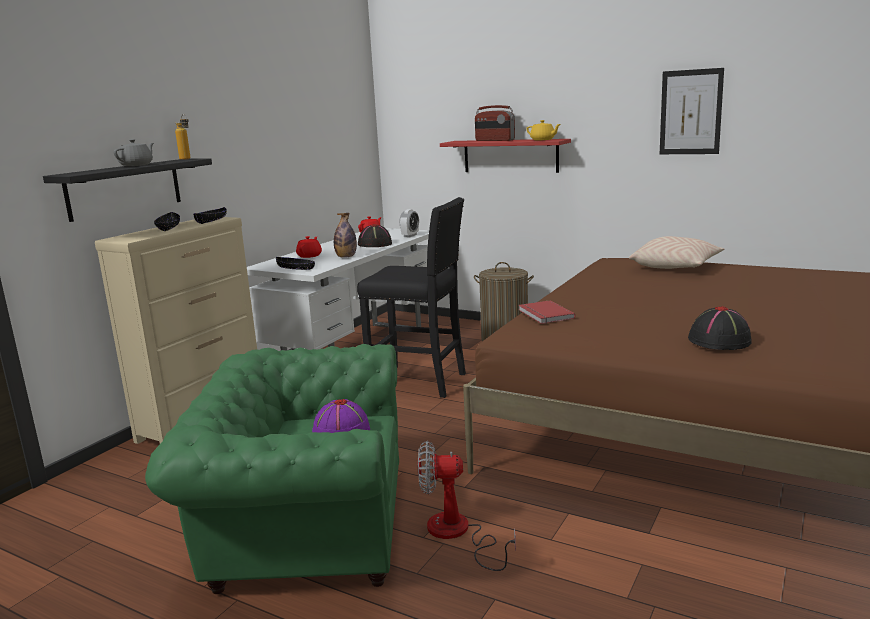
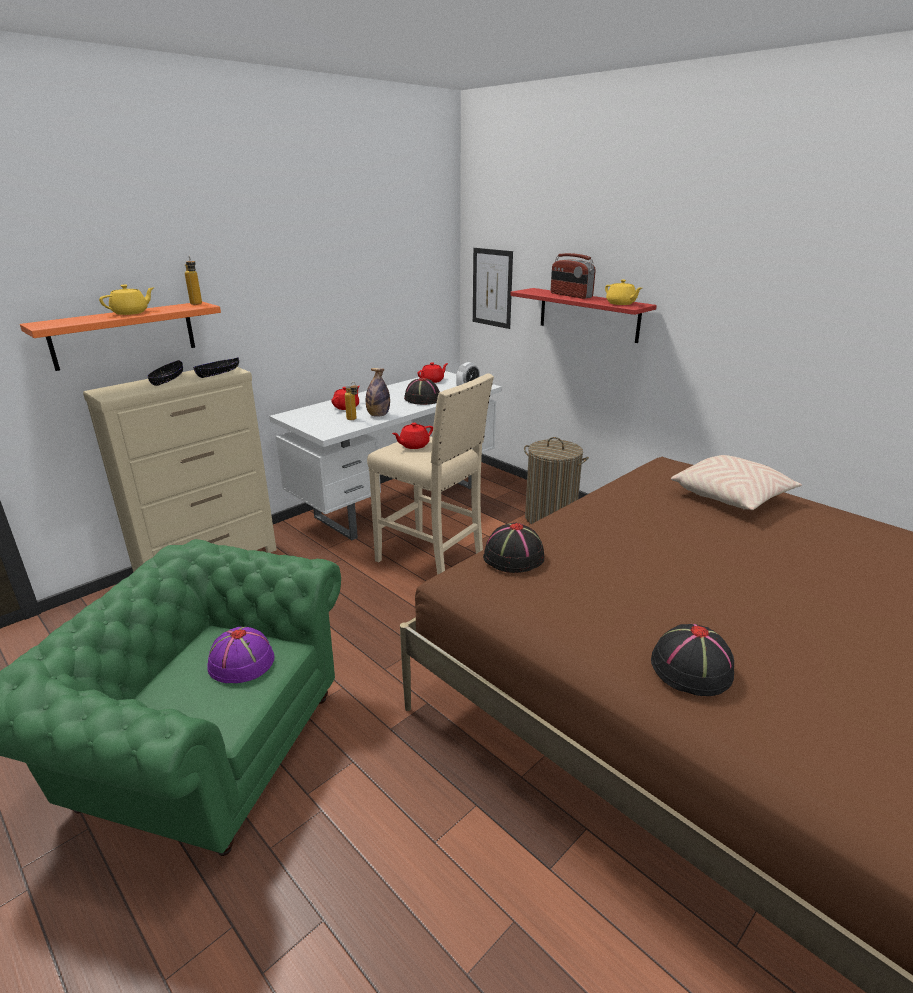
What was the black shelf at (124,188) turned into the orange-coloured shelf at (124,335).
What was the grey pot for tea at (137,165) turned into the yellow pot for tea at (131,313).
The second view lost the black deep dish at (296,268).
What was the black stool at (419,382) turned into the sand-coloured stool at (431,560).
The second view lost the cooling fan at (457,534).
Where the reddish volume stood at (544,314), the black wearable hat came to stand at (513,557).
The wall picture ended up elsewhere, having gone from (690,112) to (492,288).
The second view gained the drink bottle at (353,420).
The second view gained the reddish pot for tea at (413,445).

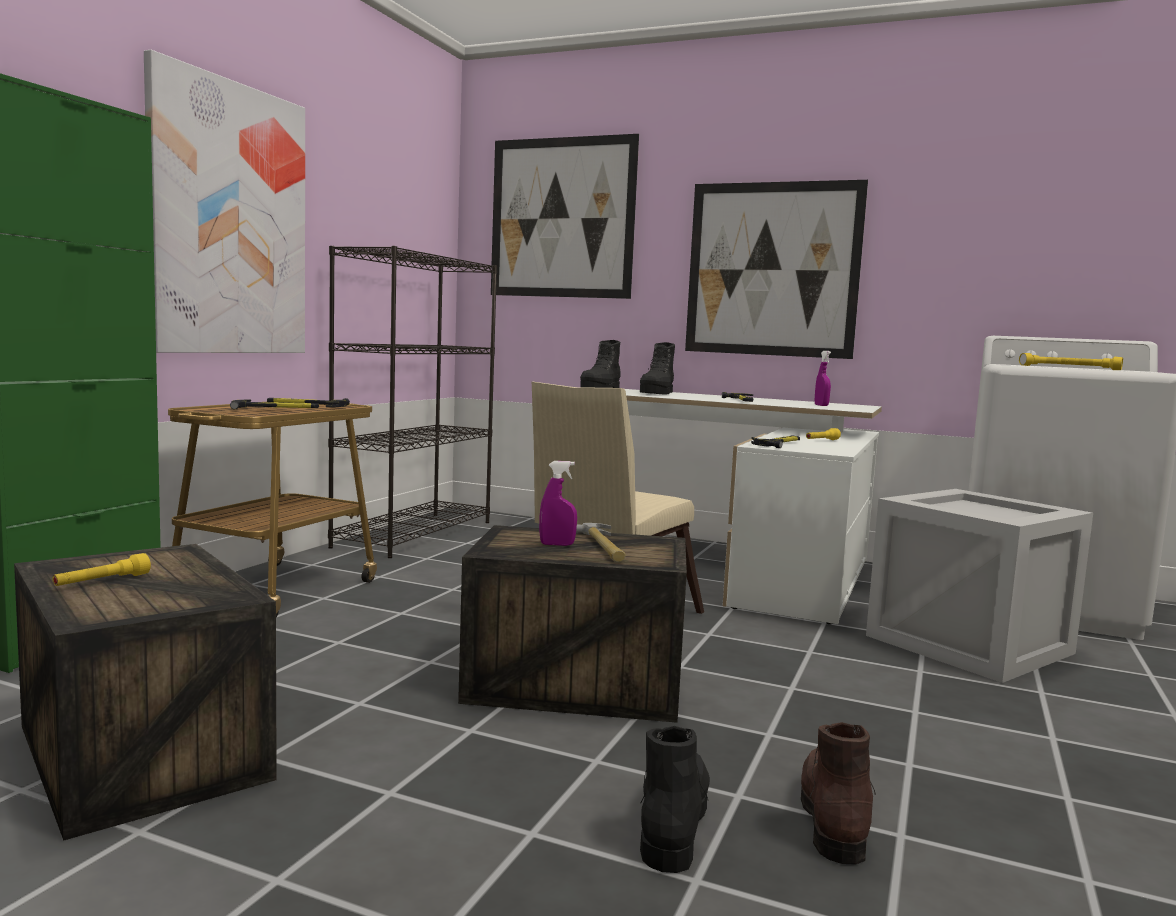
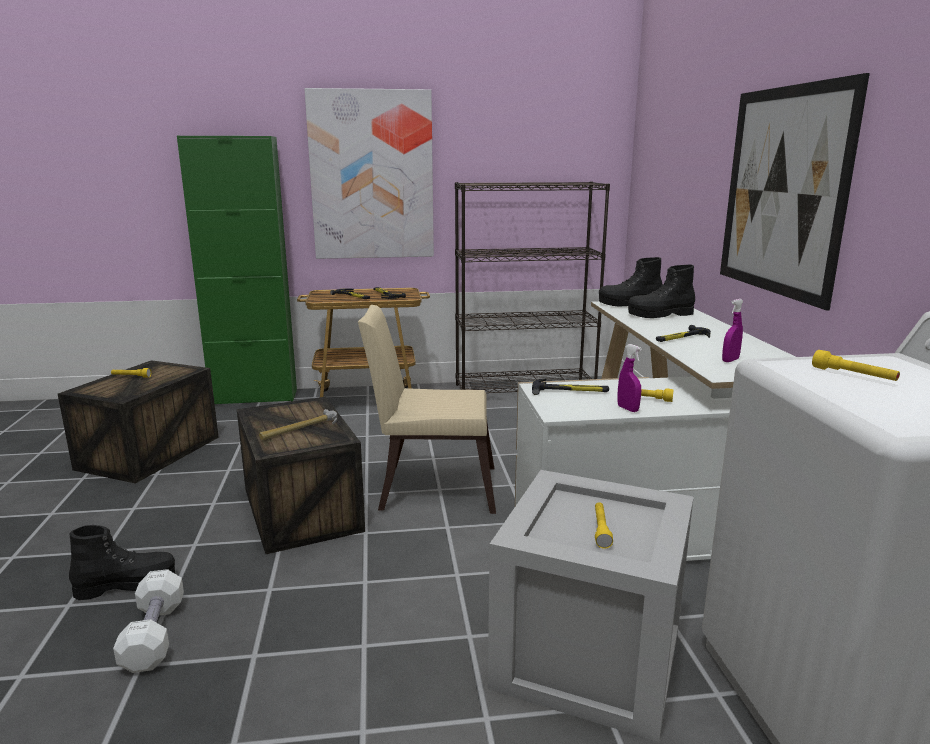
The second view lost the wall picture at (562,218).
The purple spray bottle ended up elsewhere, having gone from (557,544) to (627,409).
Where the brown tall boot stood at (833,817), the white-coloured free weight came to stand at (154,635).
The yellow torch ended up elsewhere, having gone from (1090,369) to (601,530).

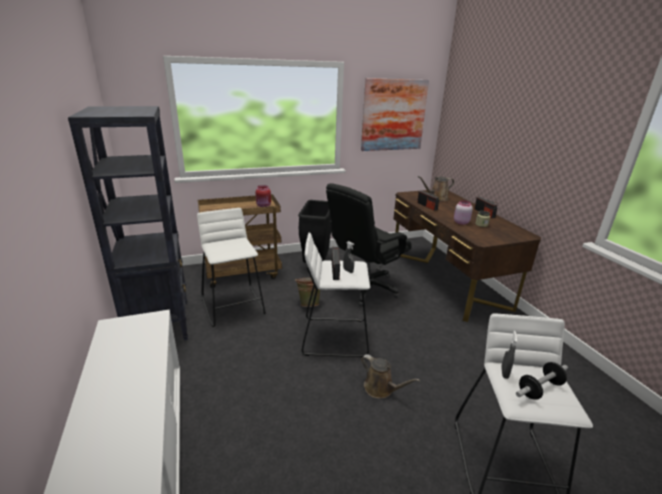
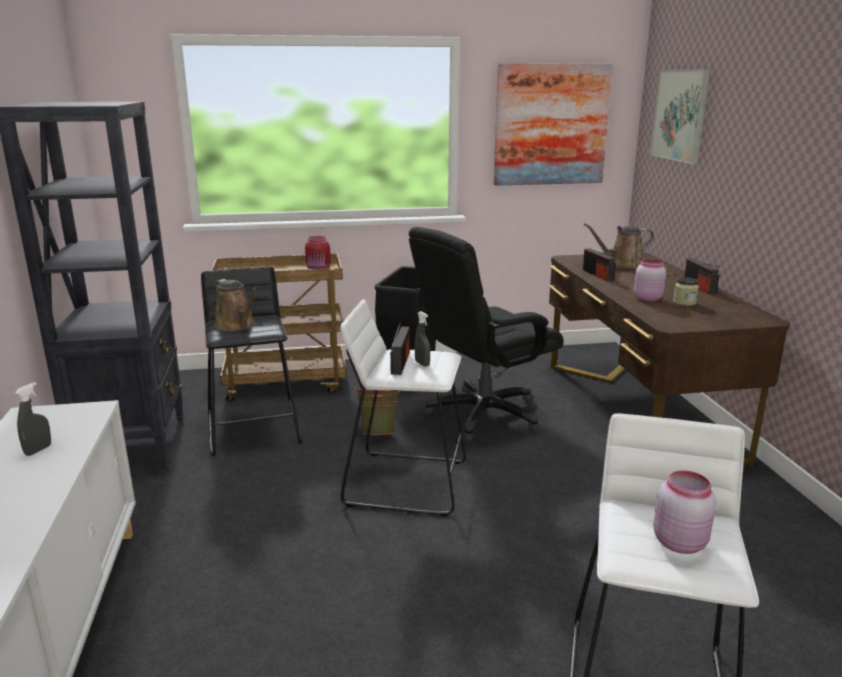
What was the white-coloured stool at (234,306) turned into the black stool at (255,429).
The brown watering can ended up elsewhere, having gone from (381,389) to (237,325).
The grey spray bottle ended up elsewhere, having gone from (504,373) to (38,450).
Where the free weight stood at (539,389), the pink storage jar came to stand at (679,541).
The second view gained the wall picture at (680,115).

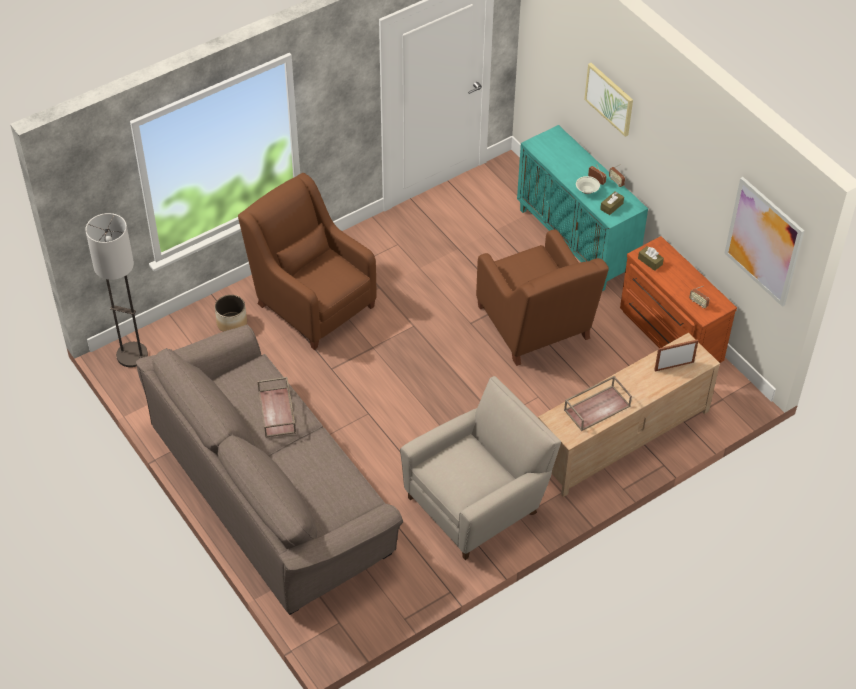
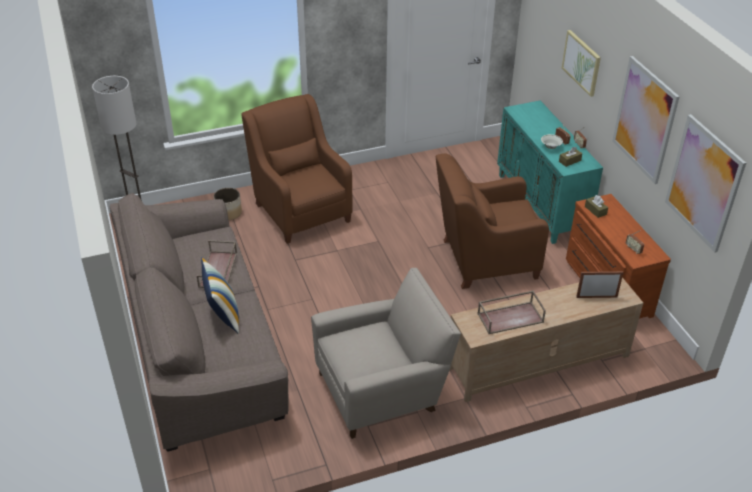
The brown lounge chair at (535,326) ended up facing another way, 90 degrees clockwise from before.
The second view gained the cushion at (223,315).
The second view gained the wall picture at (645,120).

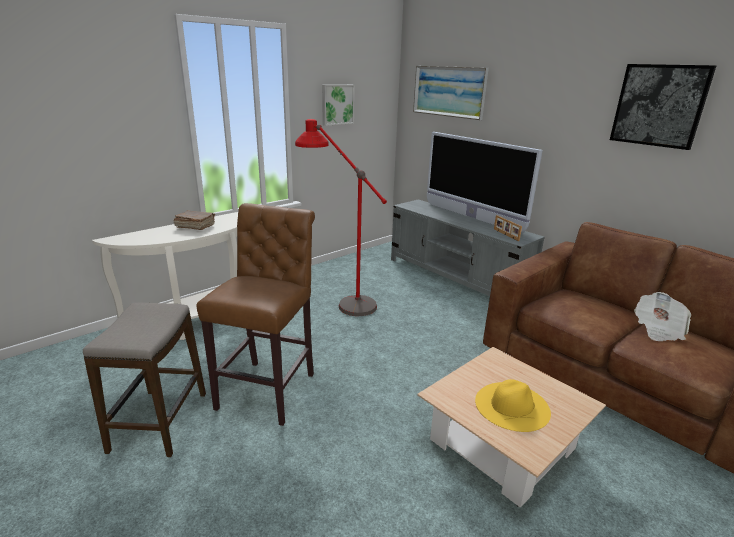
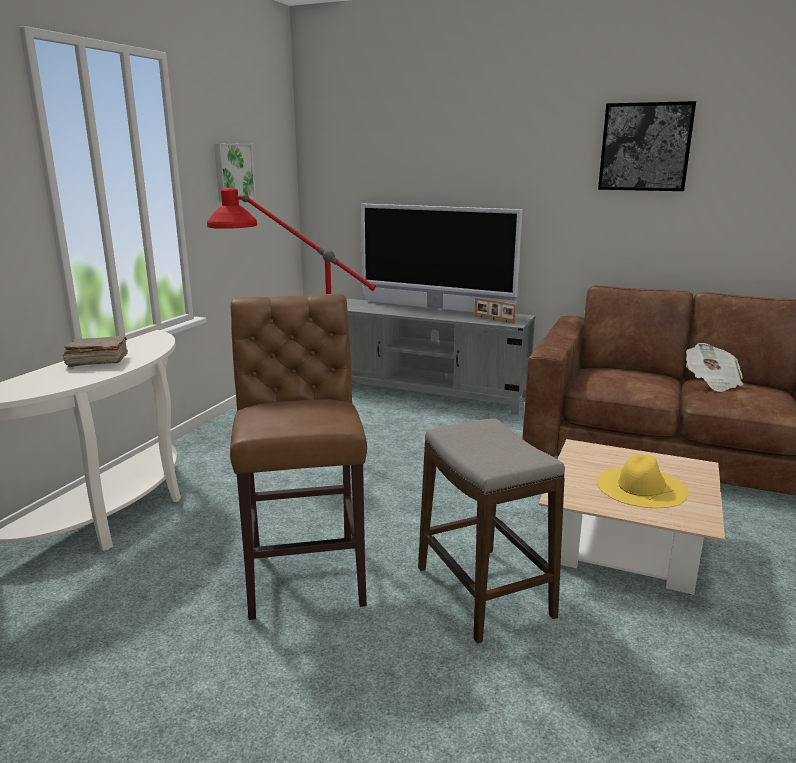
The stool ended up elsewhere, having gone from (160,421) to (484,592).
The second view lost the wall picture at (449,91).

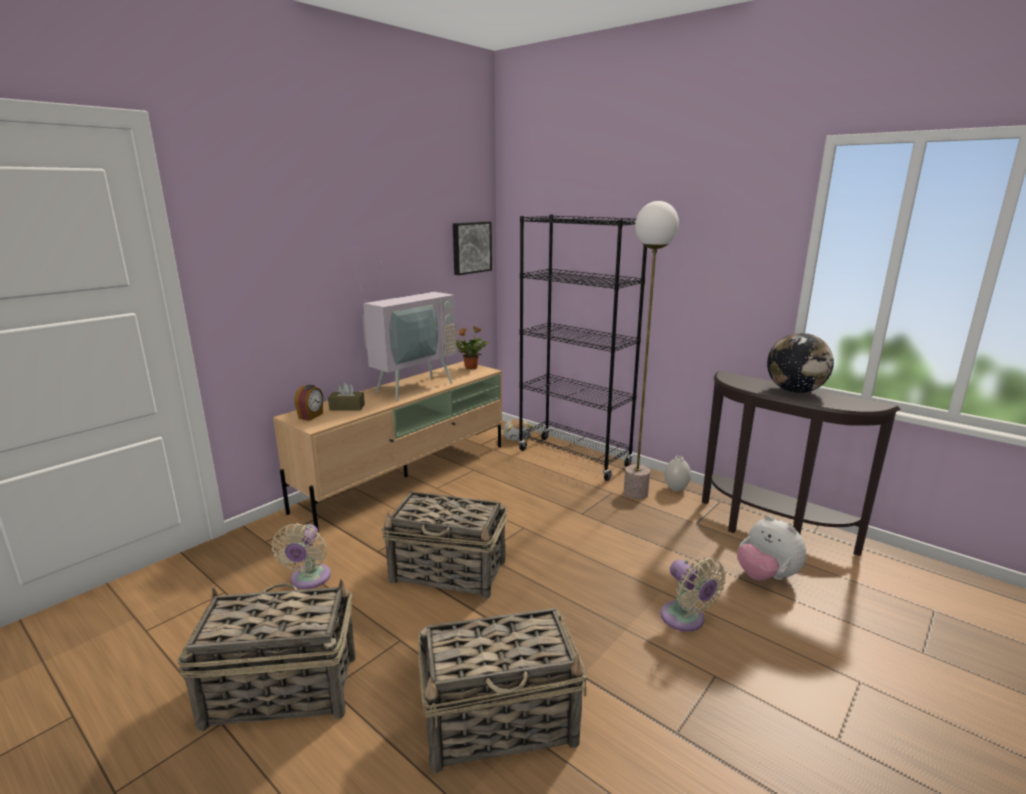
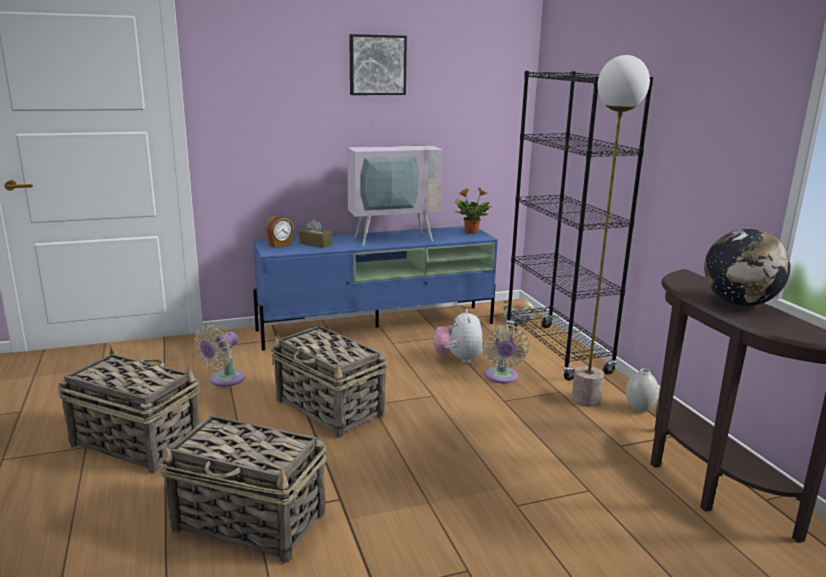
What was the sand-coloured media console at (407,476) turned into the bluish media console at (378,327).
The wall picture ended up elsewhere, having gone from (470,247) to (377,65).
The sand-coloured cooling fan ended up elsewhere, having gone from (685,620) to (501,377).
The cuddly toy ended up elsewhere, having gone from (766,576) to (458,359).

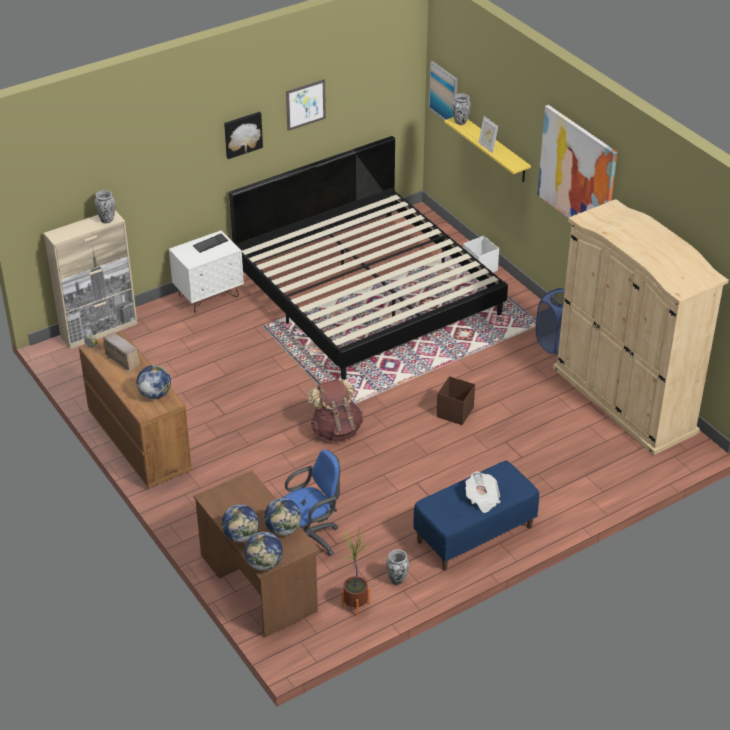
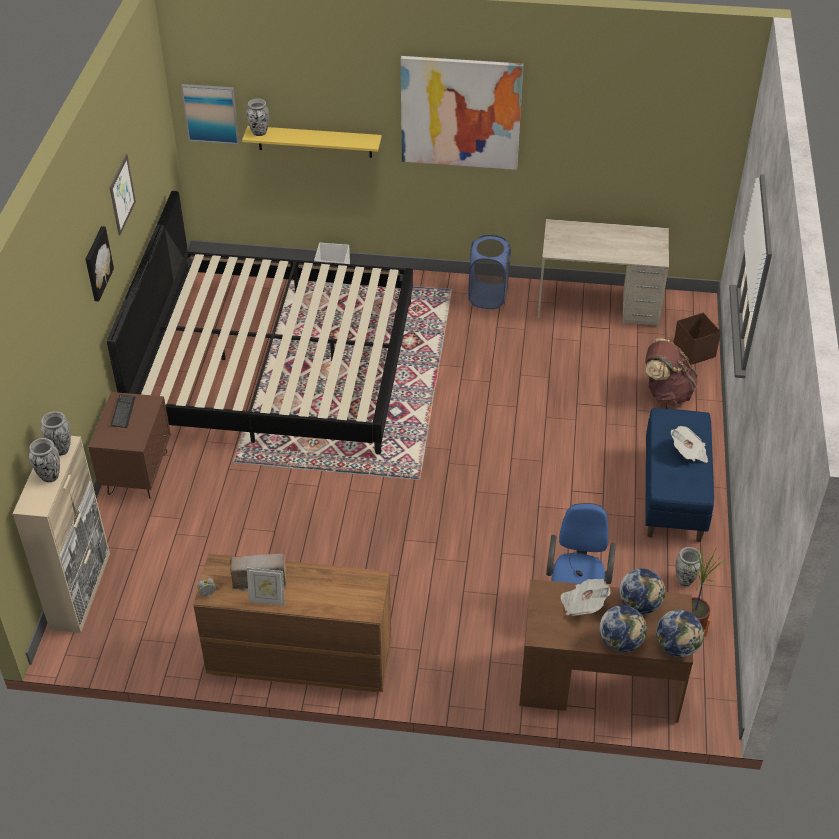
The second view lost the globe at (155,394).
What was the white-coloured night table at (209,296) turned into the brown night table at (137,473).
The brown rucksack ended up elsewhere, having gone from (336,430) to (666,393).
The brown storage box ended up elsewhere, having gone from (454,412) to (694,352).
The picture frame ended up elsewhere, having gone from (487,147) to (267,600).
Where the sand-coloured clothes cupboard stood at (624,399), the sand-coloured desk table came to stand at (598,305).
The second view gained the decorative vase at (49,477).
The second view gained the newspaper at (583,604).

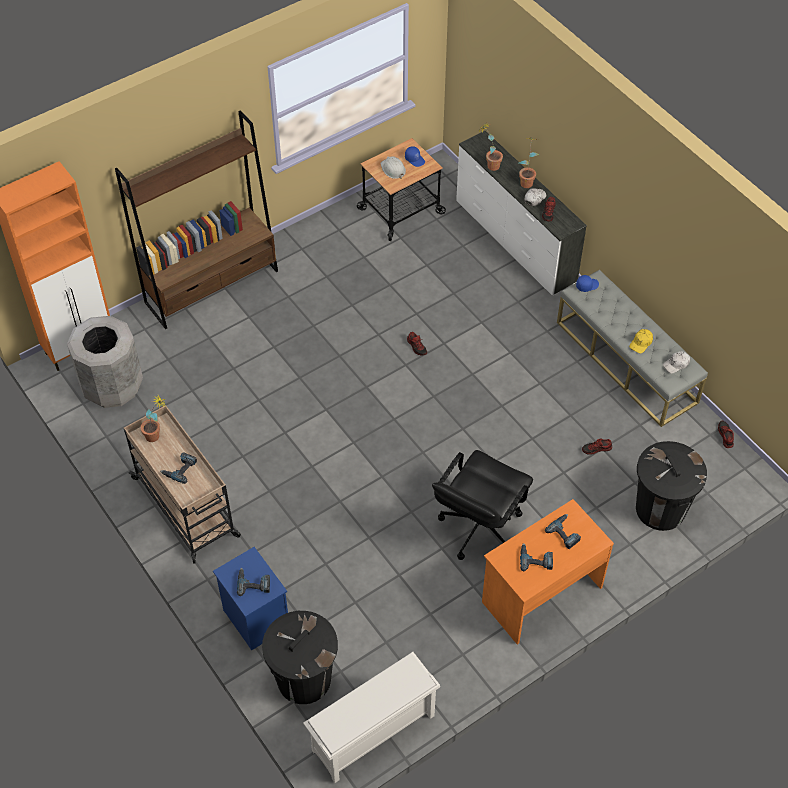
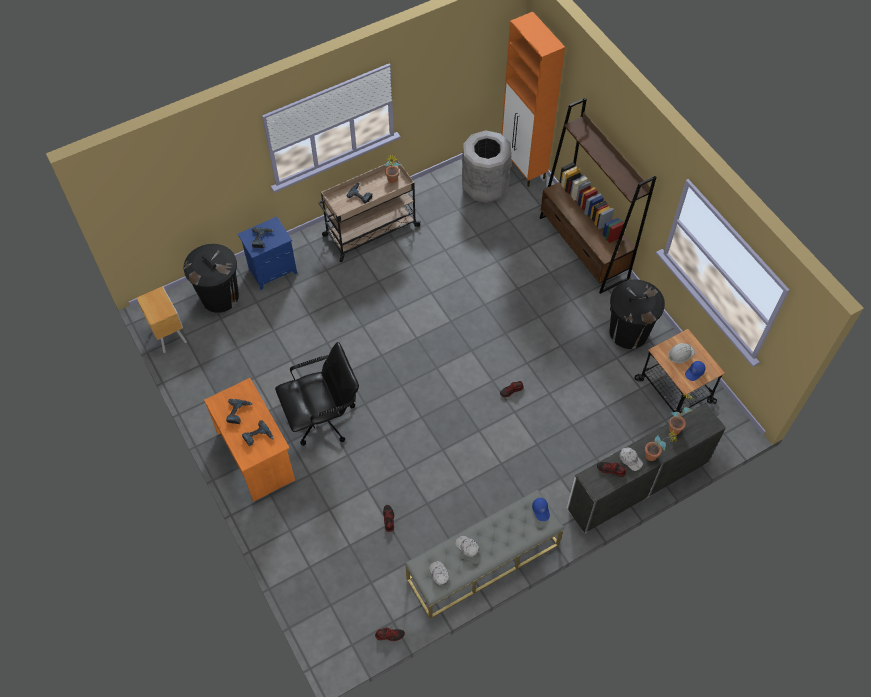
Where the white-coloured shoe rack stood at (373,734), the brown night table came to stand at (169,334).
The black desk chair at (479,528) ended up facing another way, 120 degrees clockwise from before.
What was the yellow peaked cap at (641,343) turned into the white-coloured peaked cap at (467,547).
The black waste bin ended up elsewhere, having gone from (660,509) to (628,332).

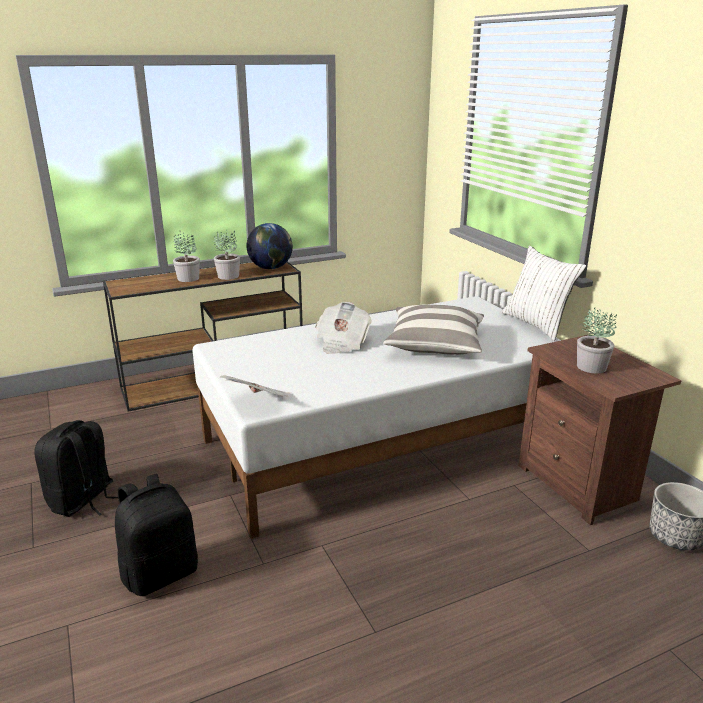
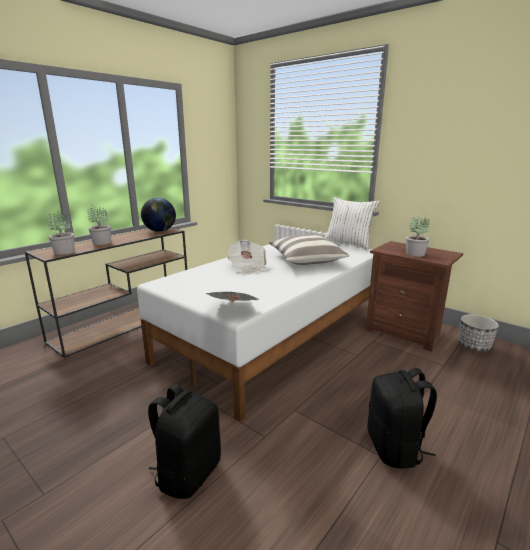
The black rucksack ended up elsewhere, having gone from (83,500) to (395,448).
The houseplant ended up elsewhere, having gone from (228,276) to (64,251).

